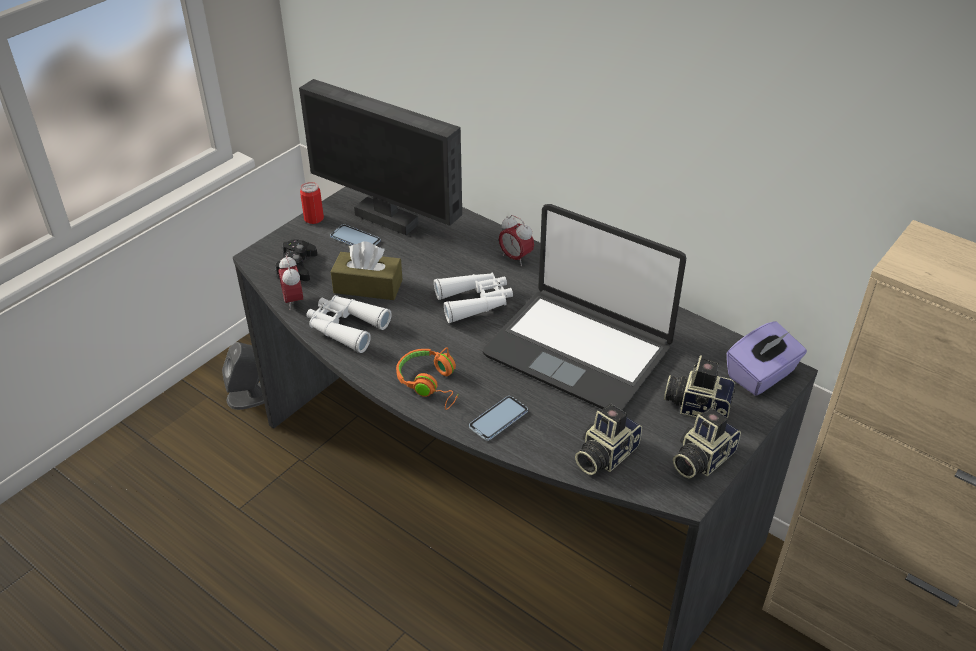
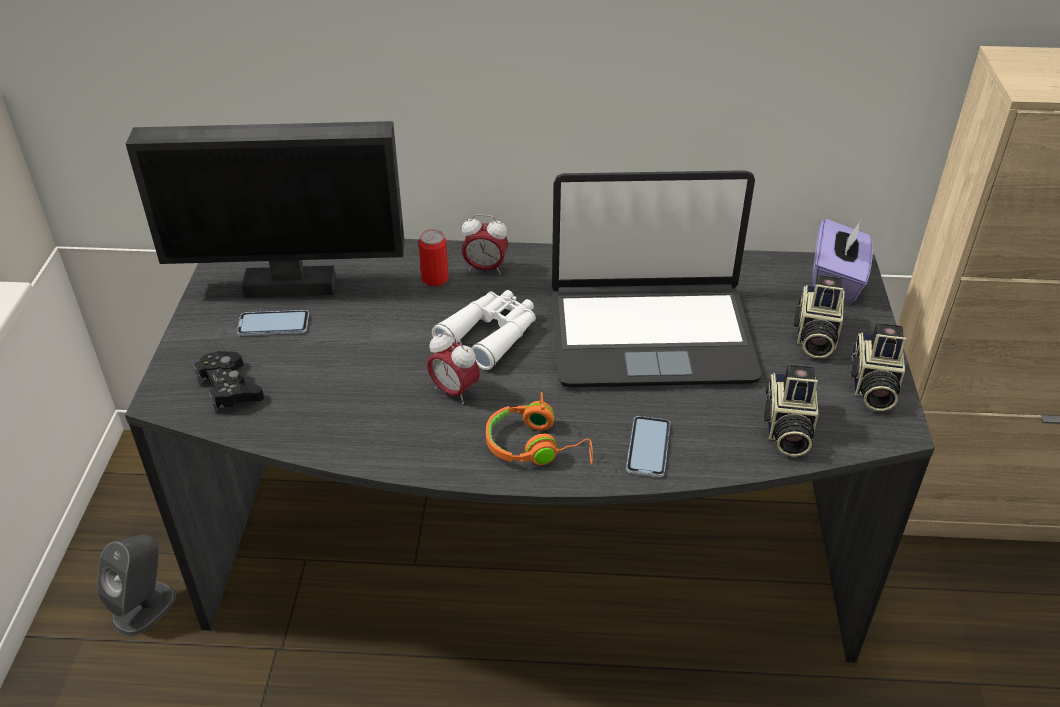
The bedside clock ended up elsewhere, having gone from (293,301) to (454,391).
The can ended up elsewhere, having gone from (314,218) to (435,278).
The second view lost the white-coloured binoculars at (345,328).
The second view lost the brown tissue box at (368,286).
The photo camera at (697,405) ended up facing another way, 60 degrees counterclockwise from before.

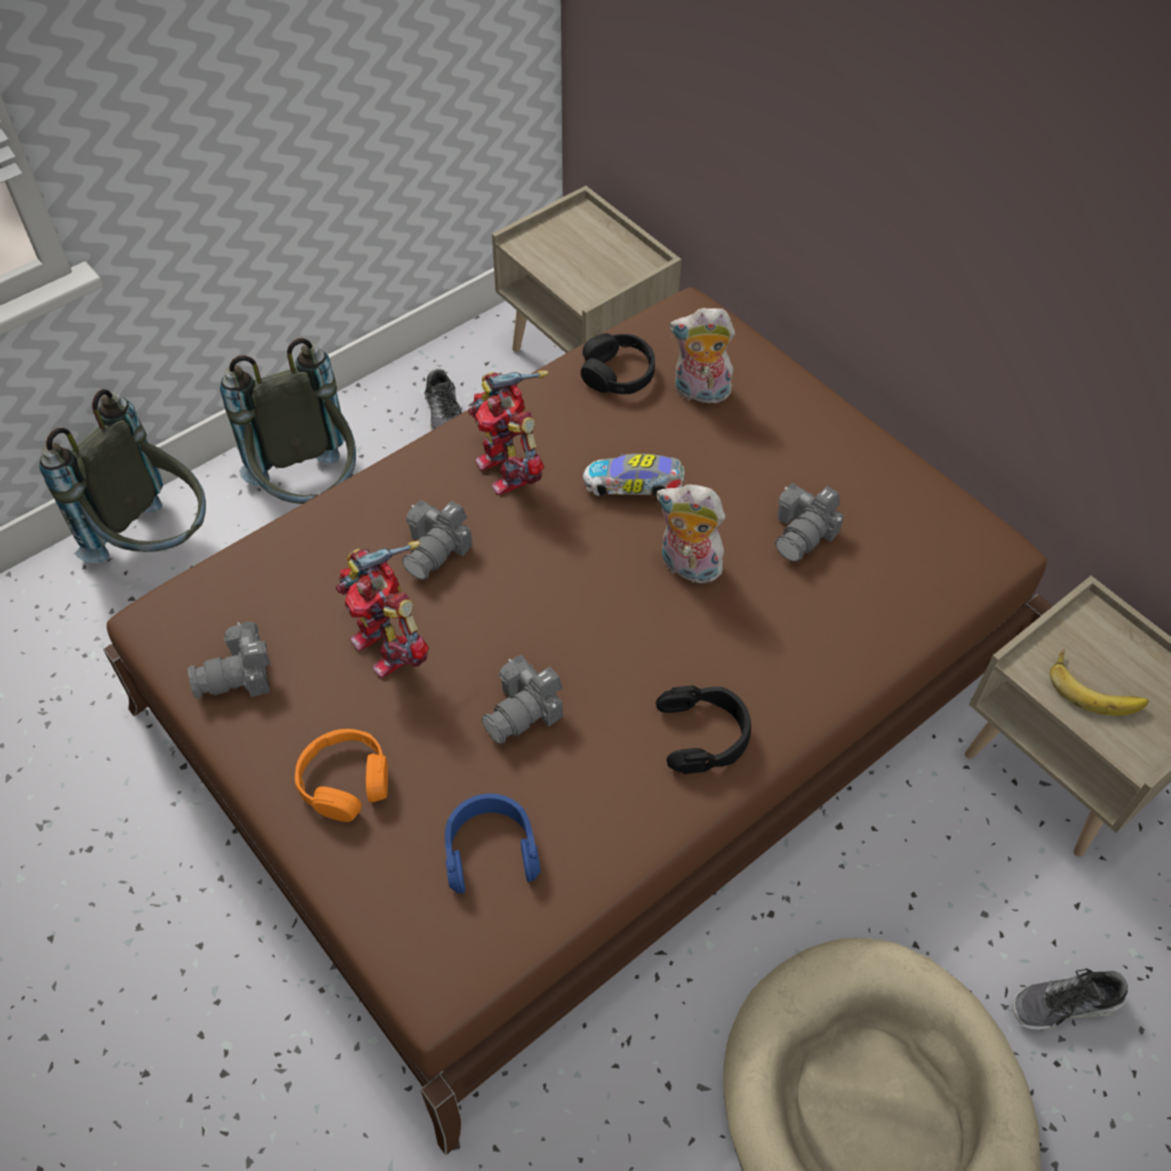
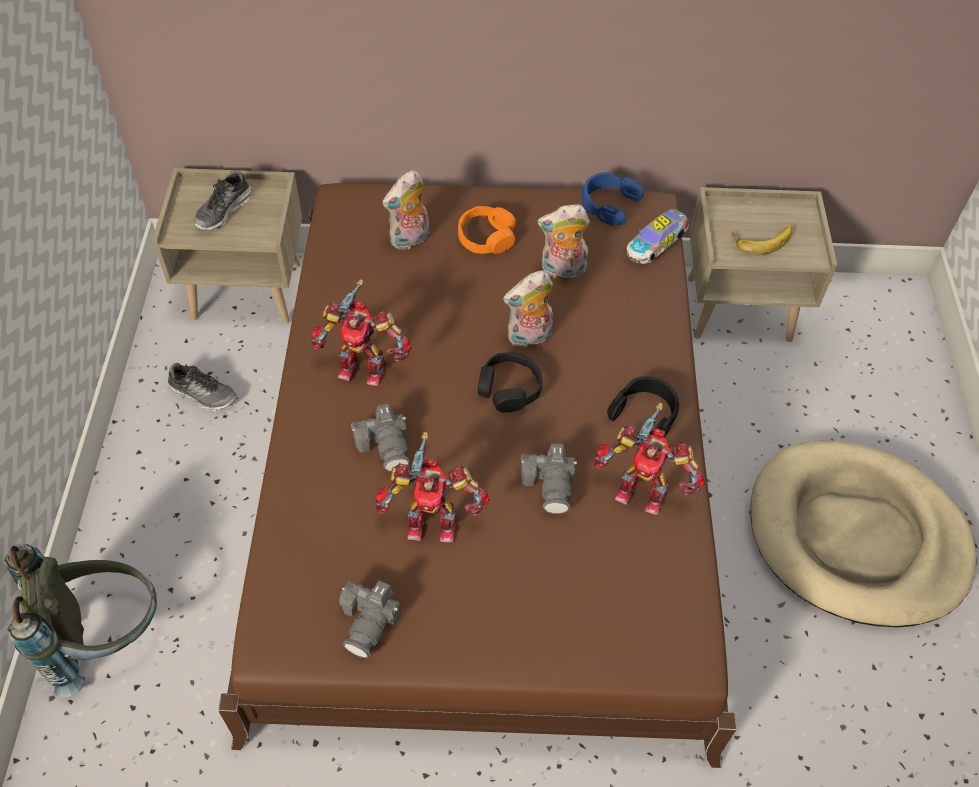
The second view lost the grey rucksack at (310,492).
The orange-coloured headphones ended up elsewhere, having gone from (345,782) to (486,237).
The bluish headphones ended up elsewhere, having gone from (490,848) to (608,204).
The black headphones ended up elsewhere, having gone from (617,373) to (509,388).
The toy car ended up elsewhere, having gone from (635,487) to (656,244).
Where the photo camera stood at (804,533), the cuddly toy came to stand at (562,270).
The shoe ended up elsewhere, having gone from (1064,1005) to (223,211).
The second view gained the robot figure at (641,491).

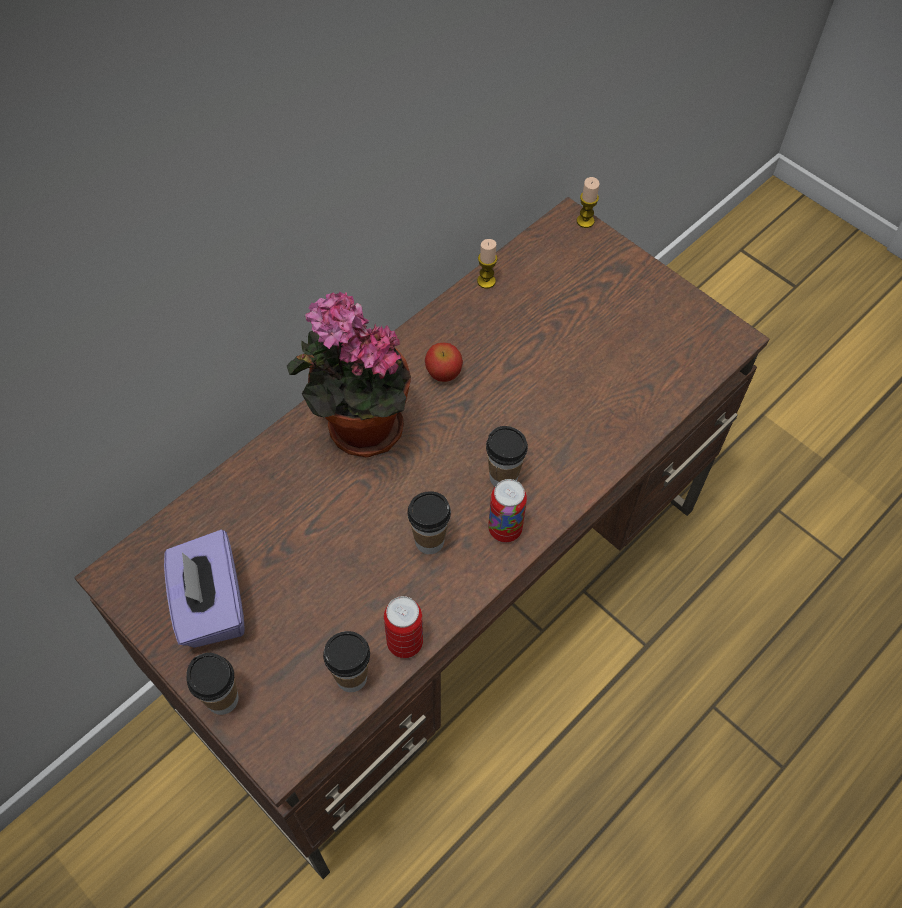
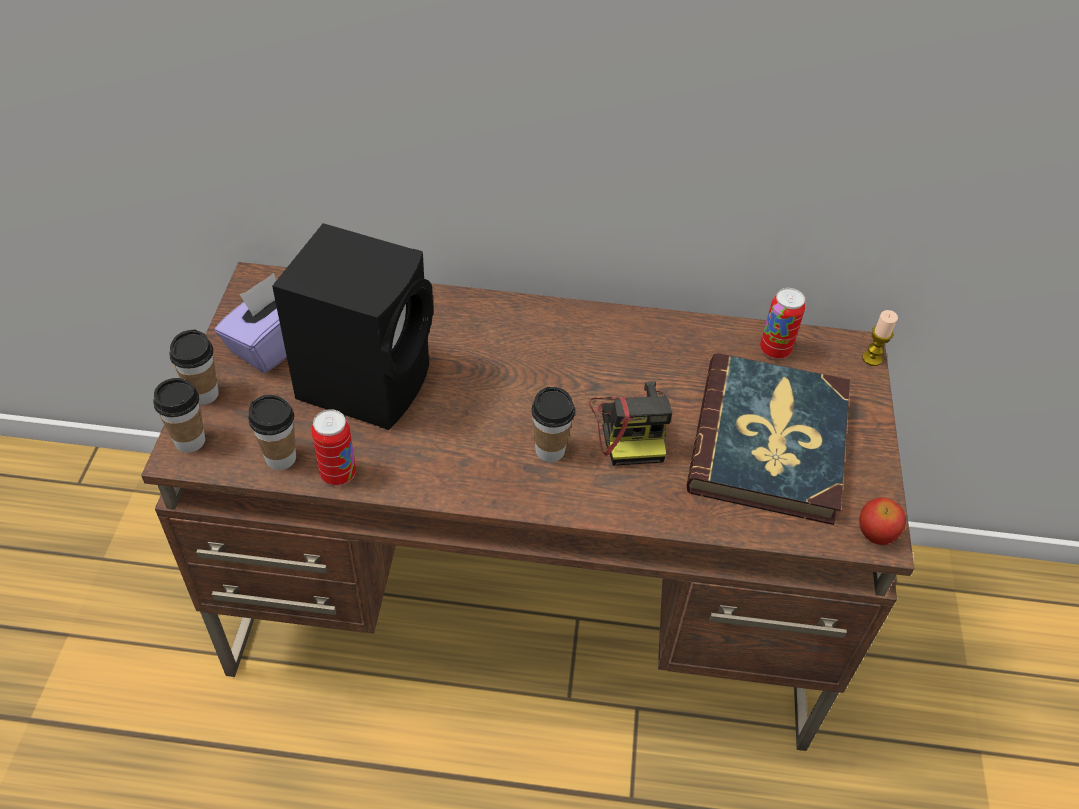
The second view lost the houseplant at (358,428).
The small cup ended up elsewhere, having gone from (429,541) to (190,441).
The apple ended up elsewhere, having gone from (443,373) to (875,533).
The second view lost the wax candle at (486,281).
The can ended up elsewhere, having gone from (505,529) to (774,350).
The second view gained the black loudspeaker at (367,380).
The second view gained the photo camera at (631,427).
The second view gained the volume at (769,442).

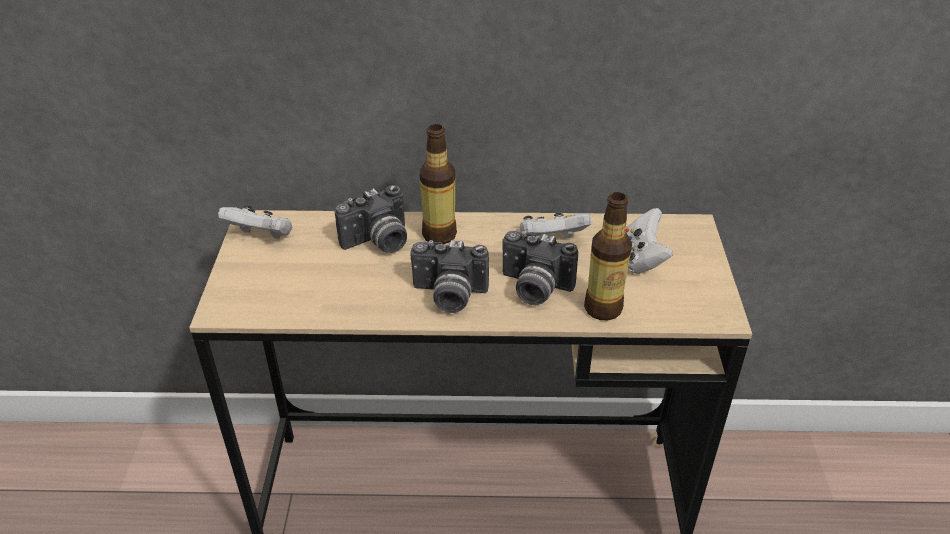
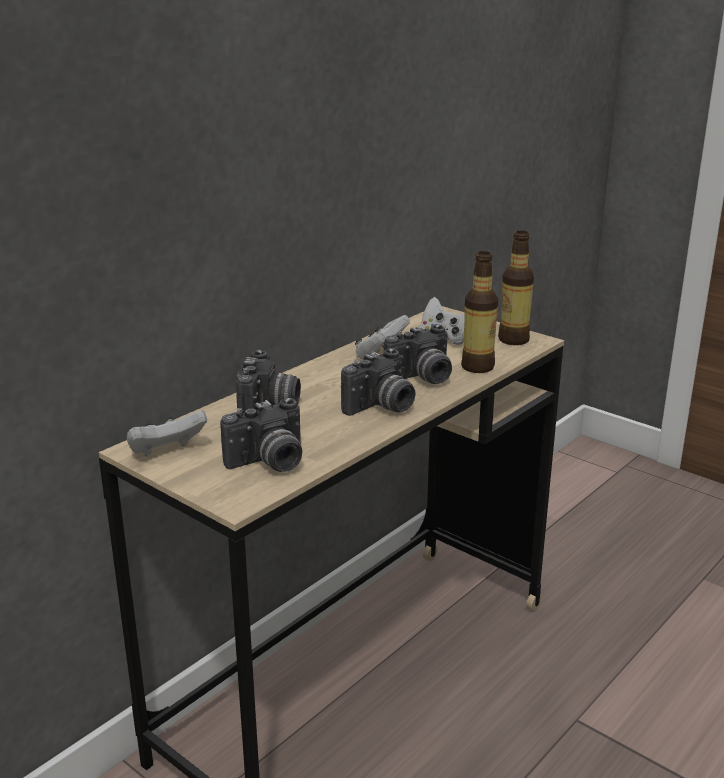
The drink bottle ended up elsewhere, having gone from (439,235) to (513,340).
The second view gained the photo camera at (269,463).

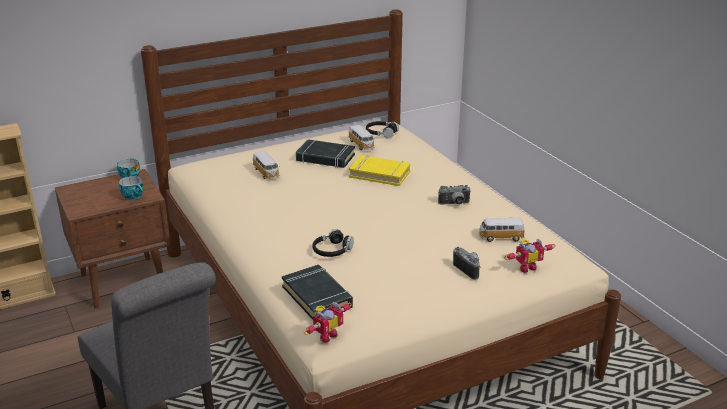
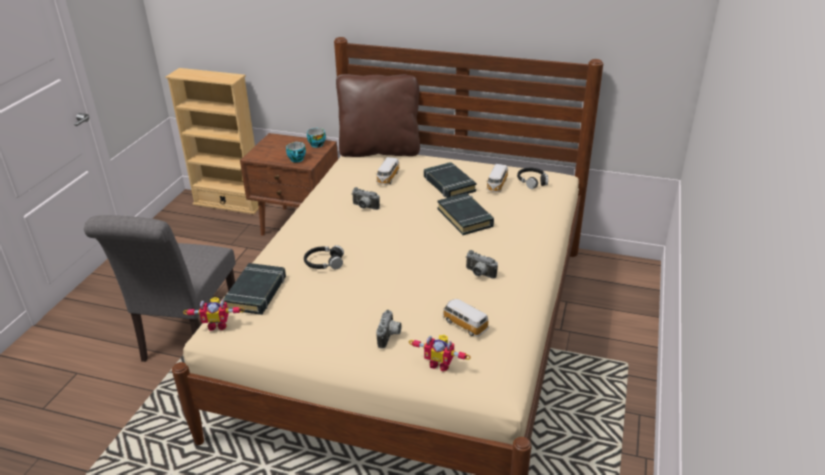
What was the yellow volume at (379,174) turned into the black volume at (465,217).
The second view gained the brown cushion at (379,150).
The second view gained the photo camera at (364,207).

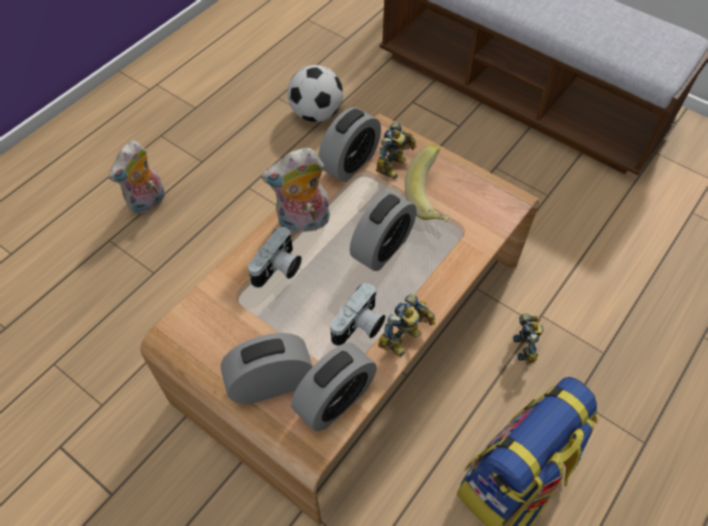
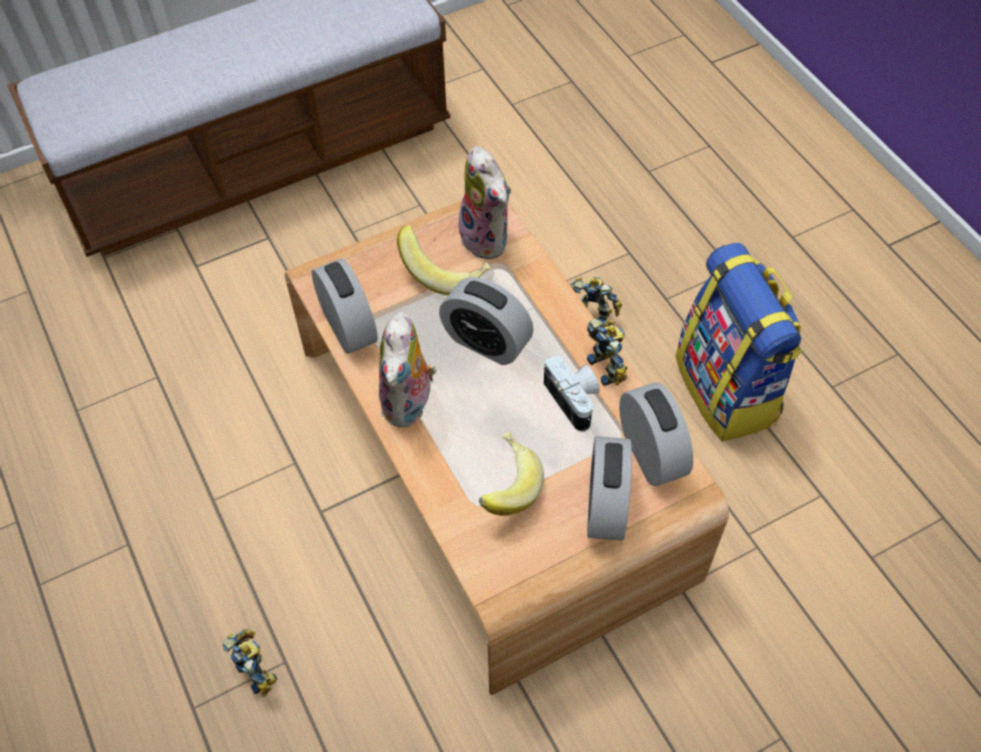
The cuddly toy ended up elsewhere, having gone from (148,203) to (488,238).
The second view lost the photo camera at (278,269).
The second view lost the football at (316,114).
The bedside clock at (382,248) ended up facing another way, 150 degrees clockwise from before.
The robot figure ended up elsewhere, having gone from (395,166) to (258,669).
The second view gained the banana fruit at (505,485).

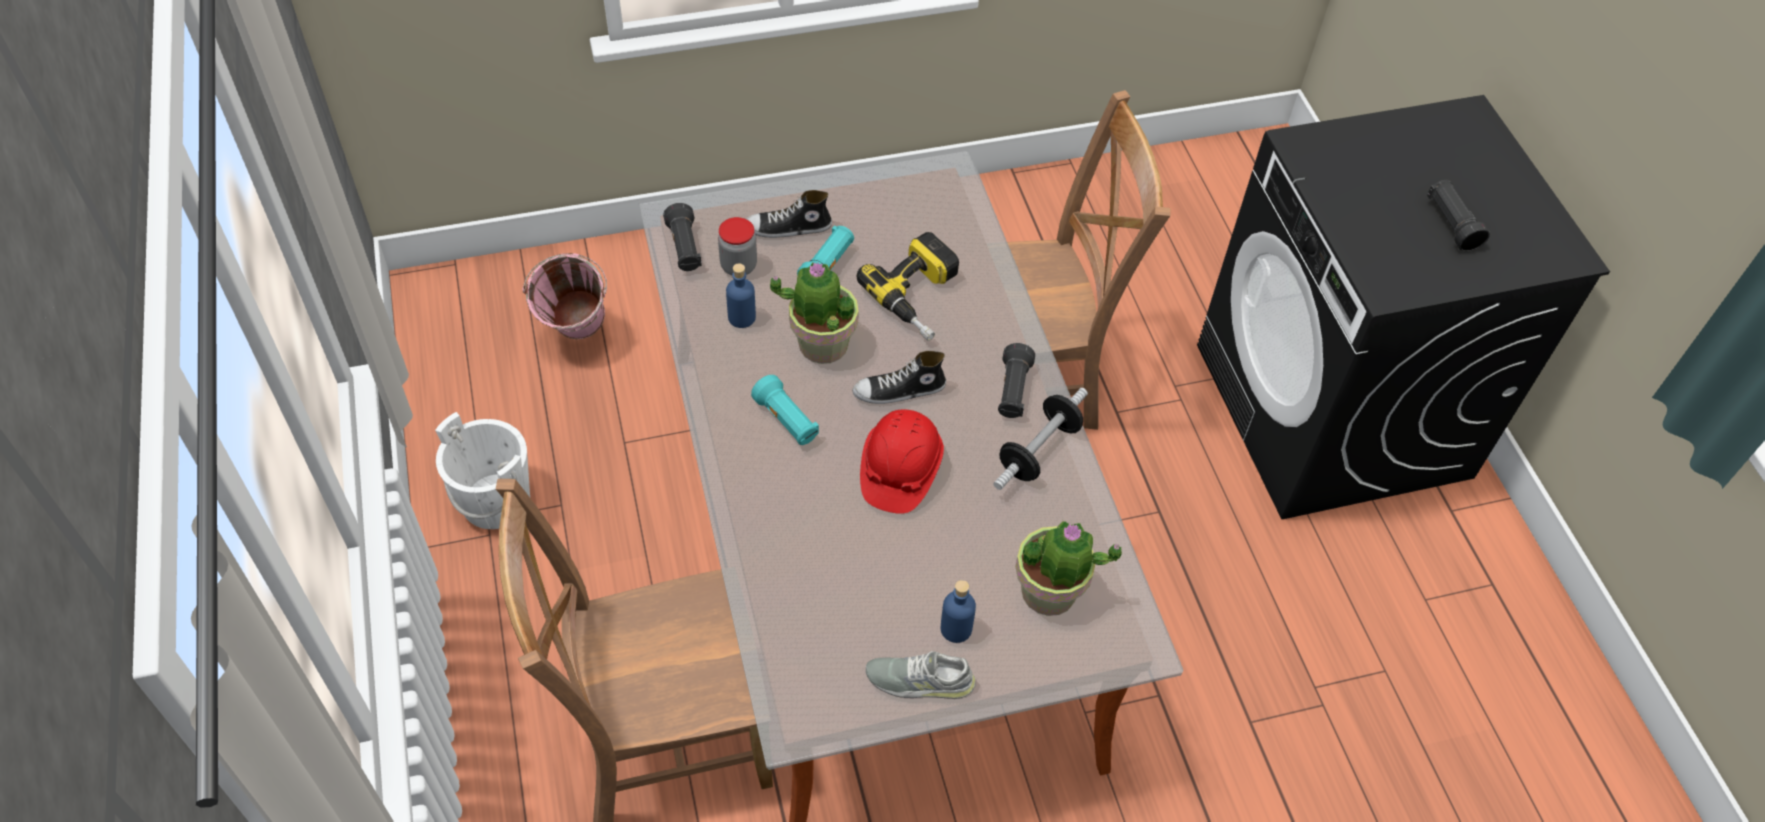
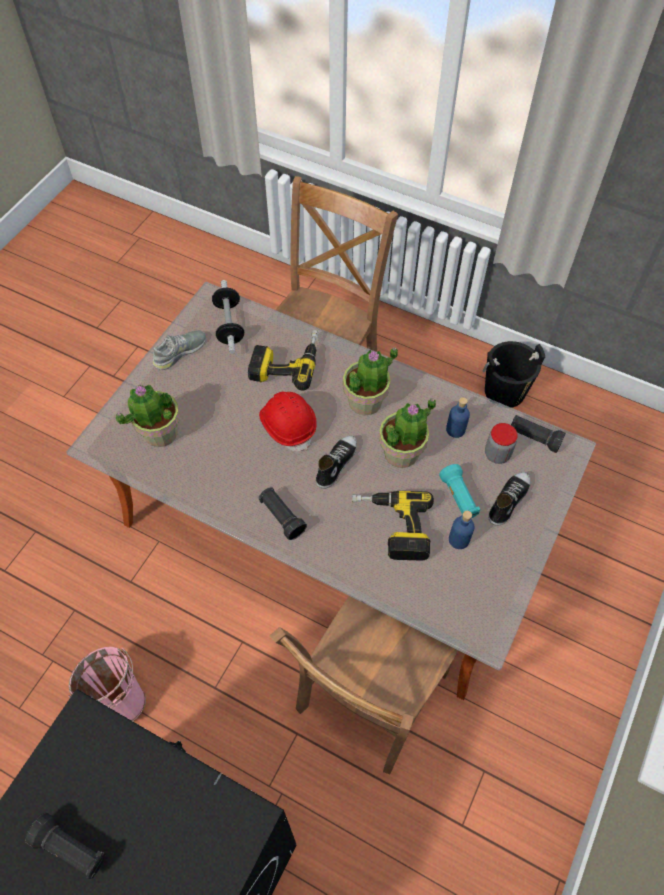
What was the white-coloured bucket at (495,500) turned into the black bucket at (504,391).
The pink bucket ended up elsewhere, having gone from (576,336) to (118,695).
Where the turquoise-coloured torch stood at (786,421), the houseplant came to stand at (366,401).
The bluish drink bottle ended up elsewhere, having gone from (956,628) to (459,539).
The free weight ended up elsewhere, having gone from (1039,450) to (229,325).
The second view gained the drill at (286,362).

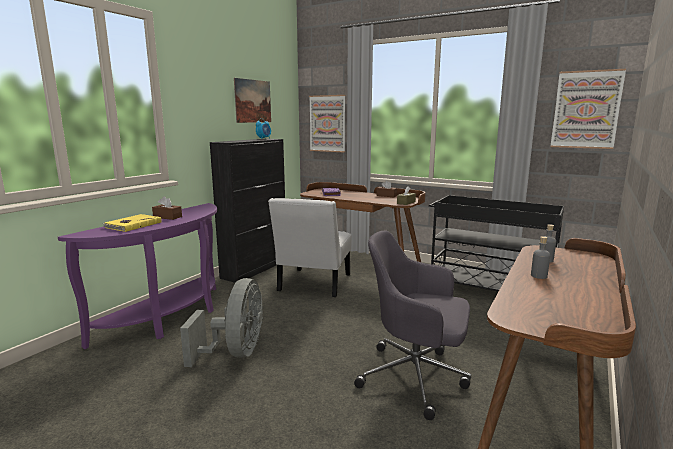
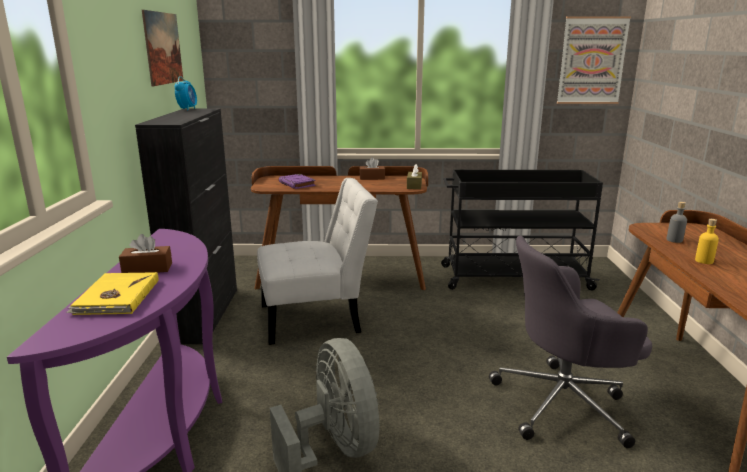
The white-coloured chair at (313,284) ended up facing another way, 90 degrees counterclockwise from before.
The second view lost the wall picture at (327,123).
What was the grey drink bottle at (539,276) turned into the yellow drink bottle at (704,261).

